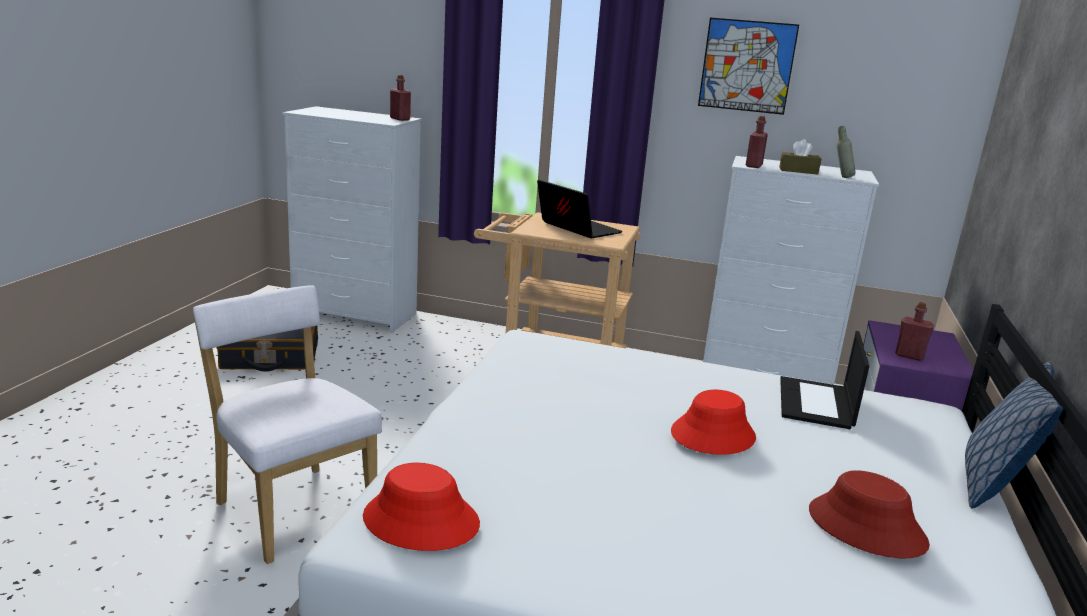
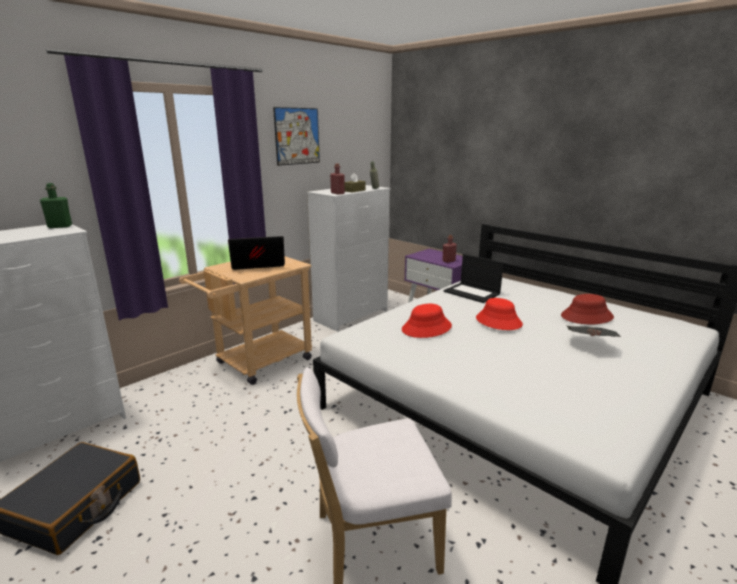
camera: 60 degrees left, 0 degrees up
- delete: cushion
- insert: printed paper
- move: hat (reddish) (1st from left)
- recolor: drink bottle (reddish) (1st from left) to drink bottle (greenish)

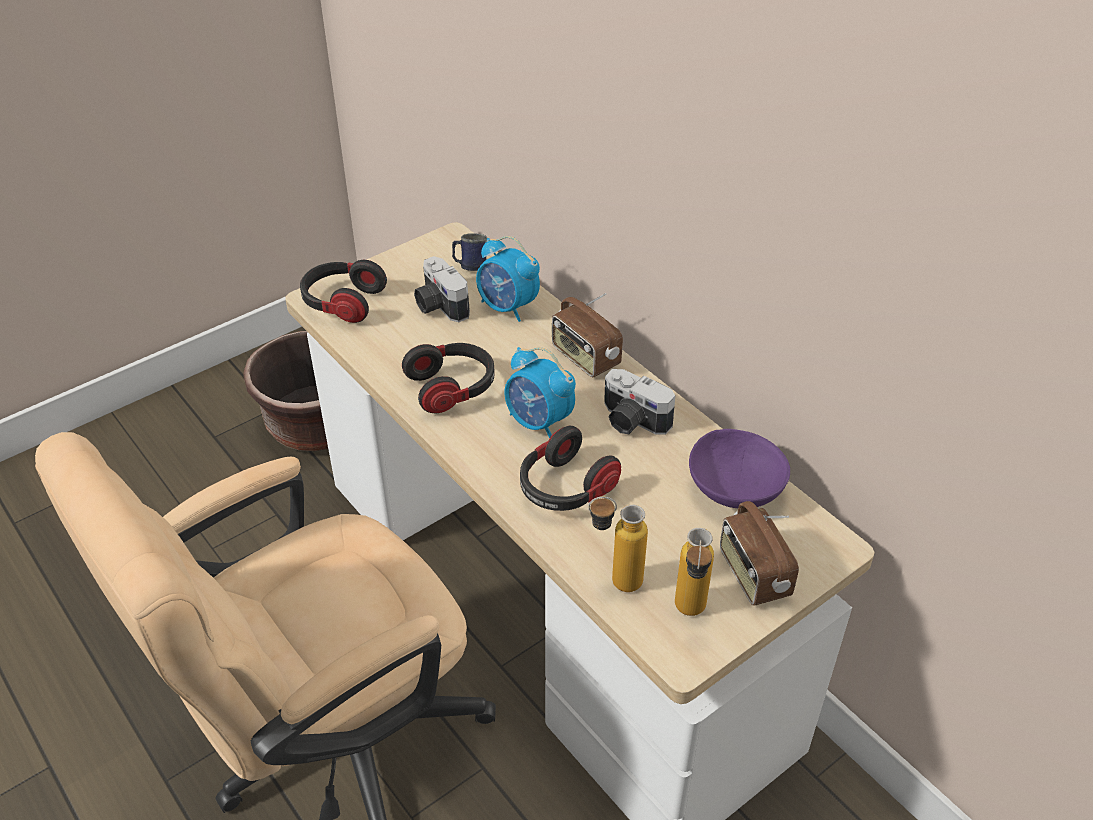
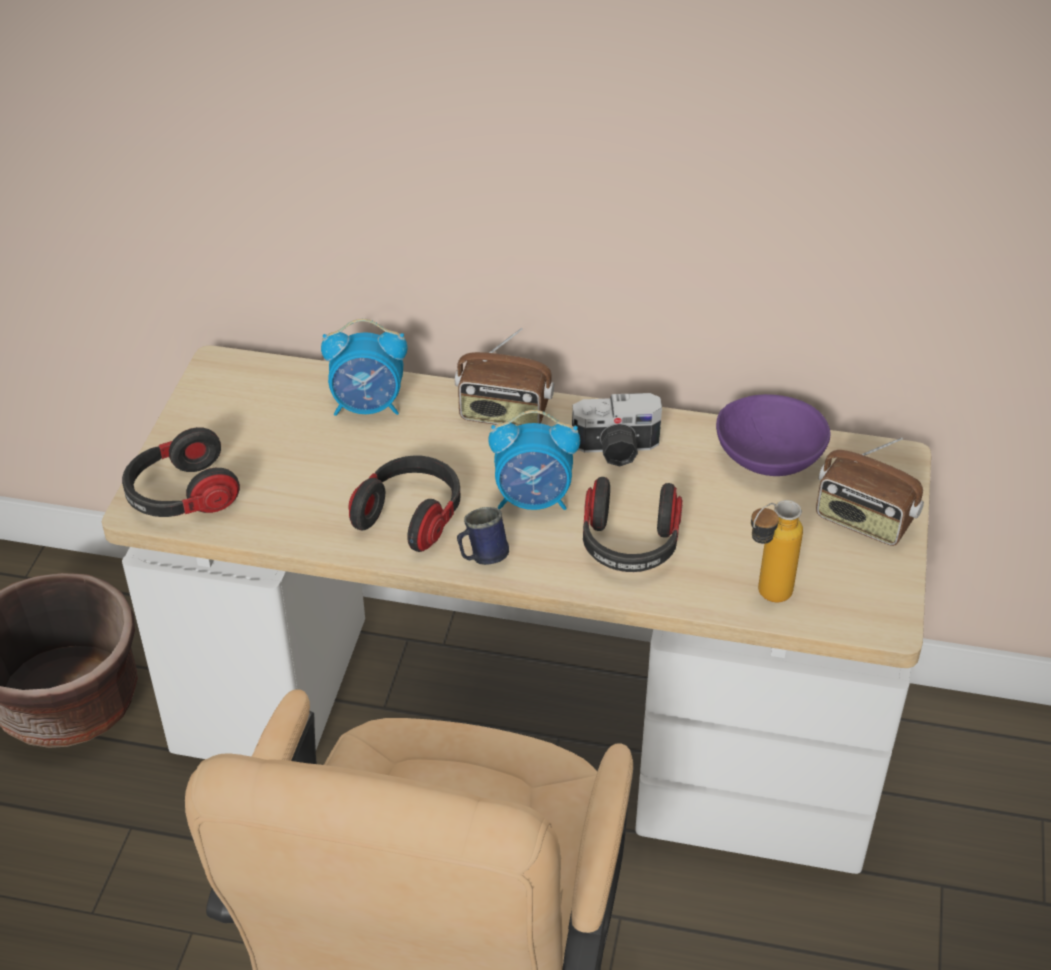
camera: 40 degrees left, 0 degrees up
- delete: still camera (1st from left)
- delete: drink bottle (2nd from left)
- move: tea mug (blue)

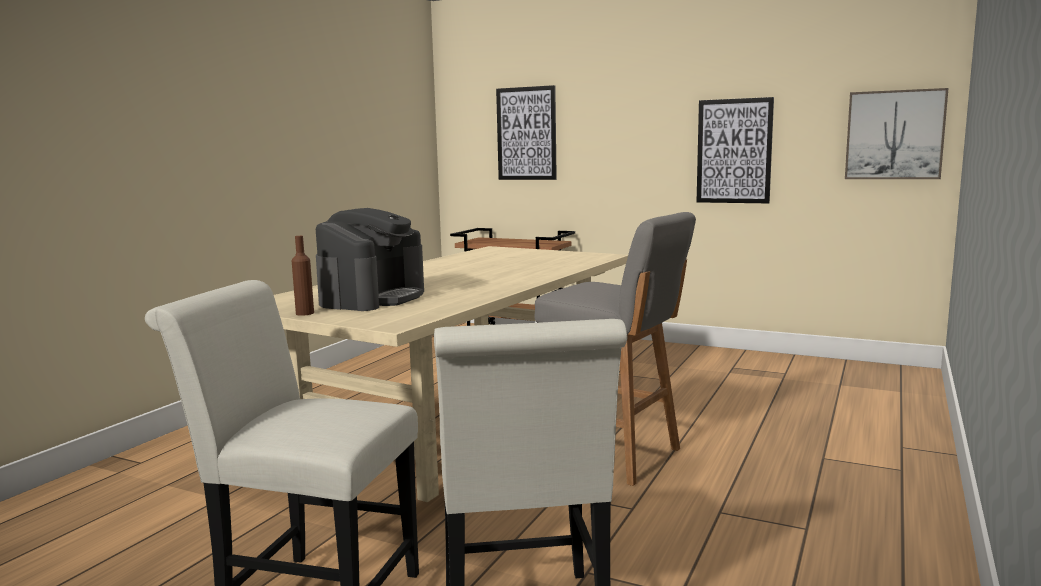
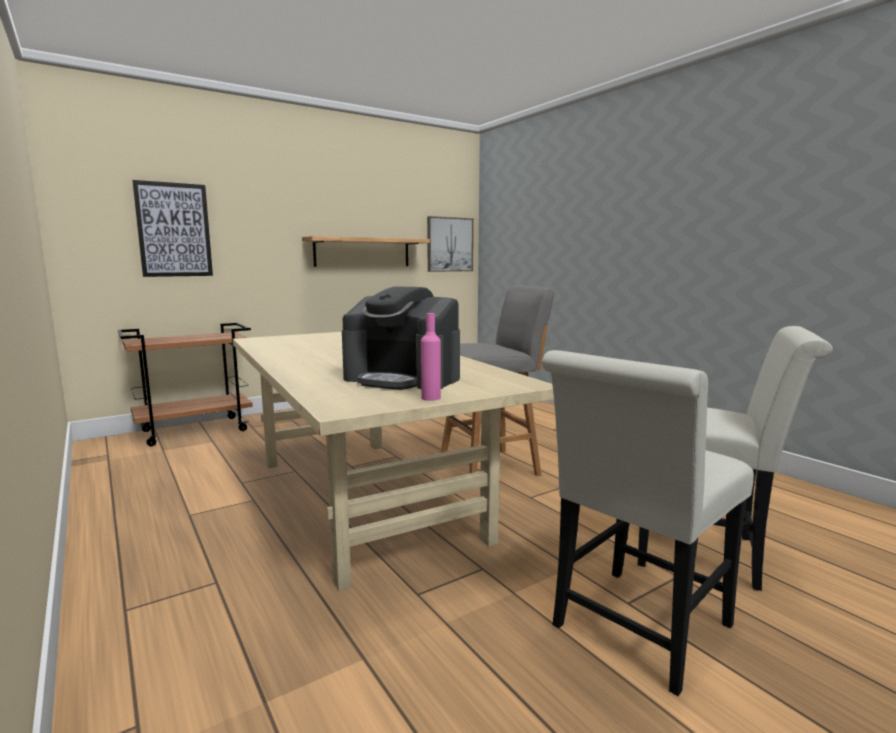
camera: 60 degrees left, 0 degrees up
- replace: wall art (2nd from left) to bracket shelf
- recolor: drink bottle (brownish) to drink bottle (pinkish)
- rotate: coffee brewer 150 degrees clockwise

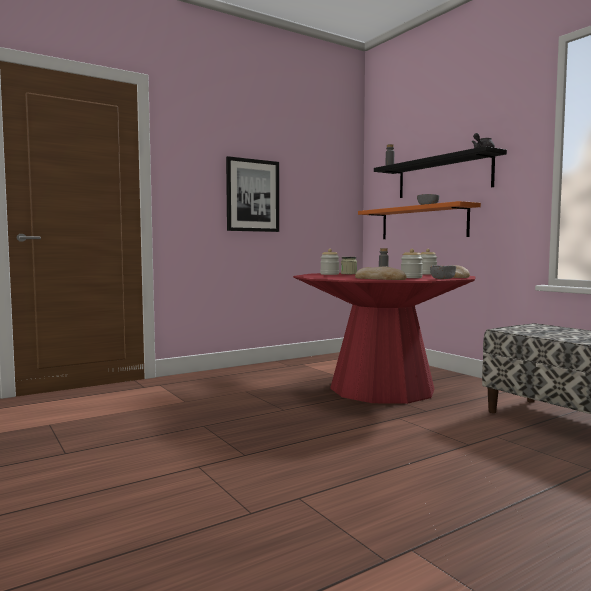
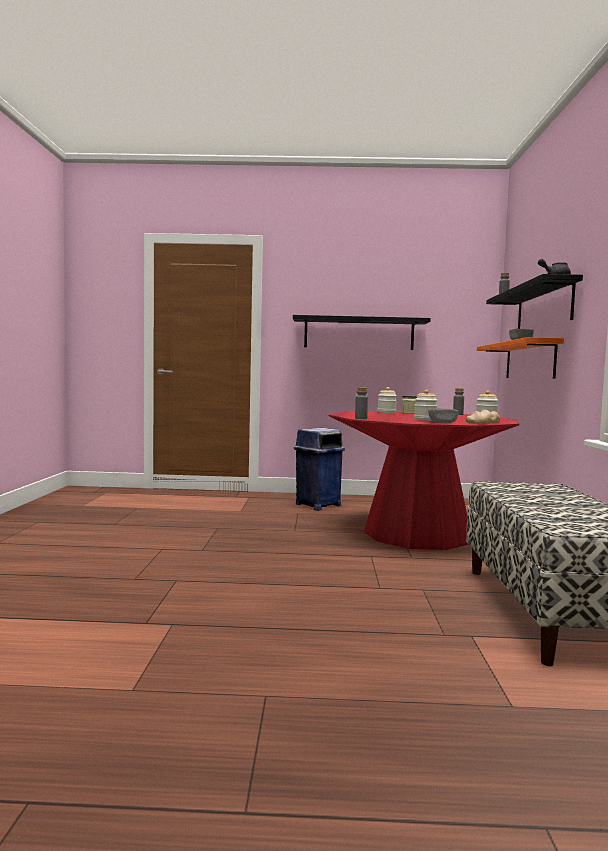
camera: 35 degrees right, 0 degrees up
- delete: bread (1st from left)
- insert: trash can (blue)
- insert: drink bottle (grey) (1st from left)
- replace: wall art to bracket shelf (blackish) (1st from left)

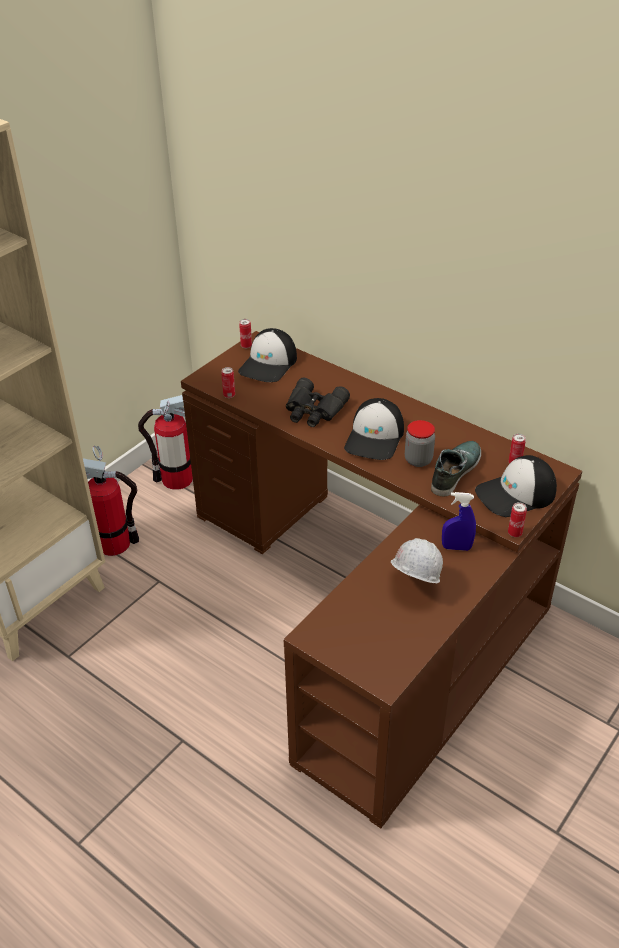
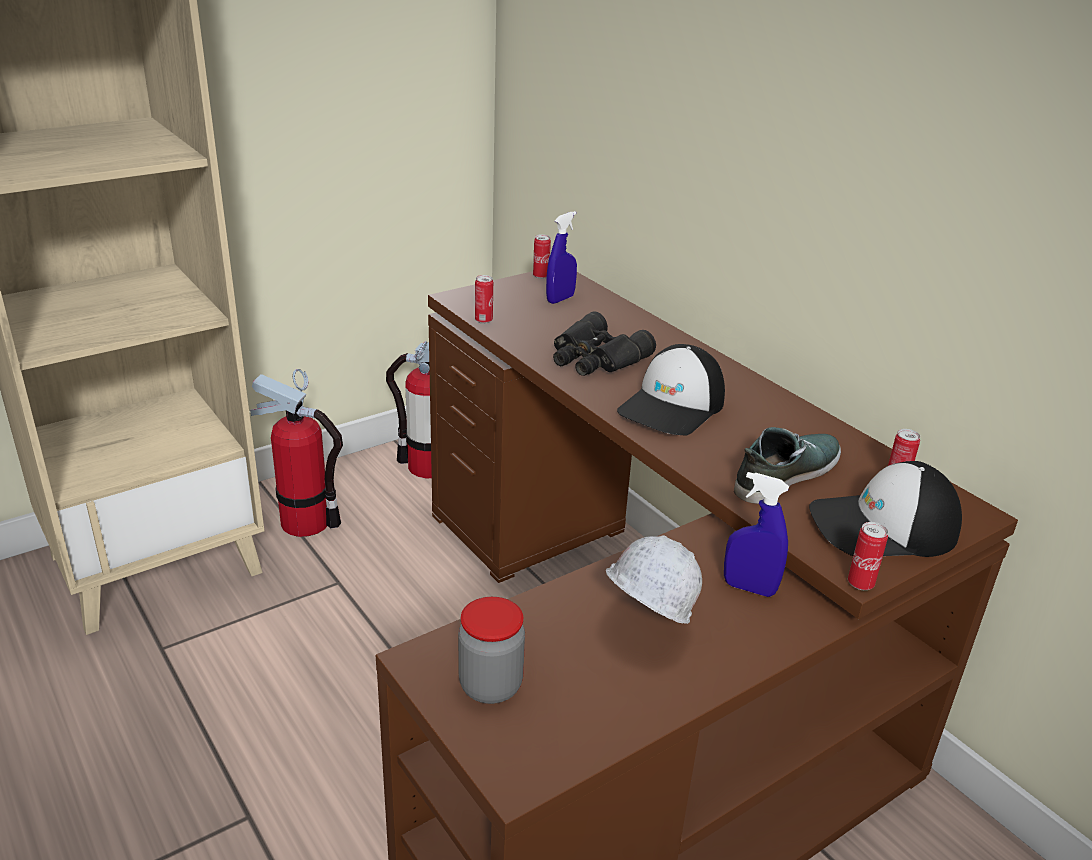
camera: 15 degrees right, 10 degrees down
- move: jar
- replace: peaked cap (1st from left) to hand sprayer (blue) (1st from left)

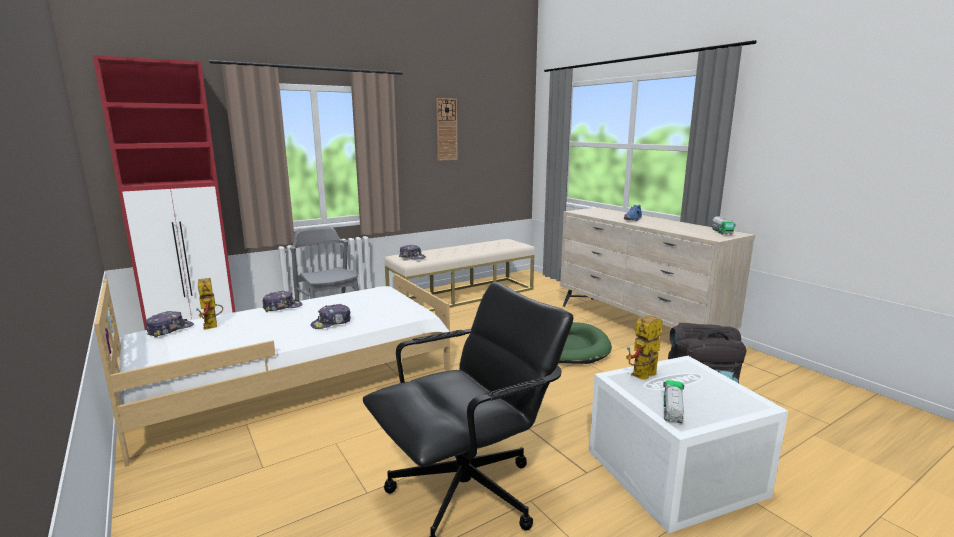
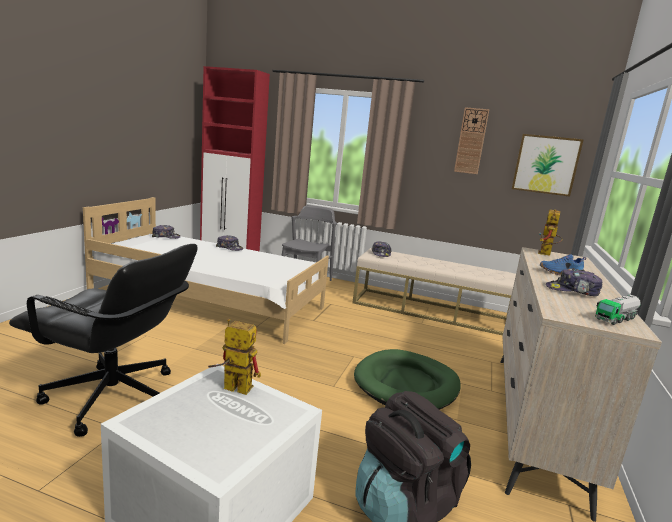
camera: 50 degrees right, 0 degrees up
- delete: toy truck (1st from left)
- insert: wall art
- move: model robot (1st from left in the first image) to model robot (2nd from left)
- move: peaked cap (3rd from left in the first image) to peaked cap (4th from left)

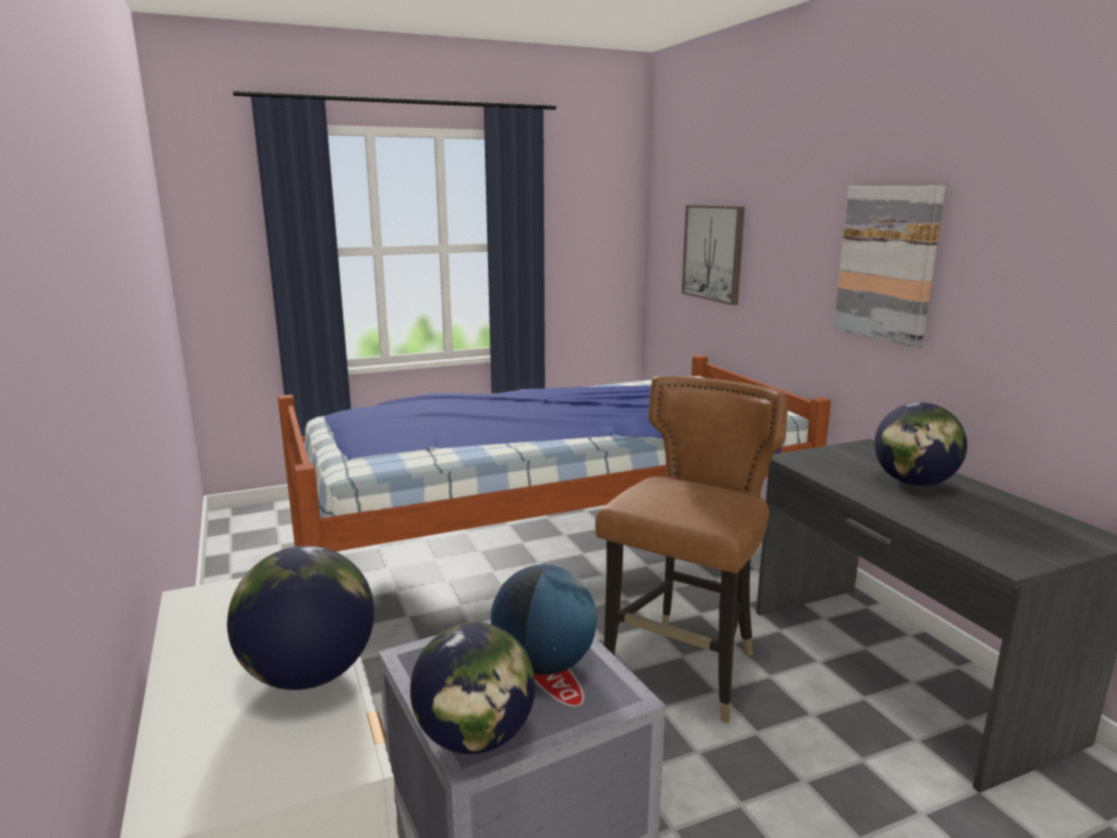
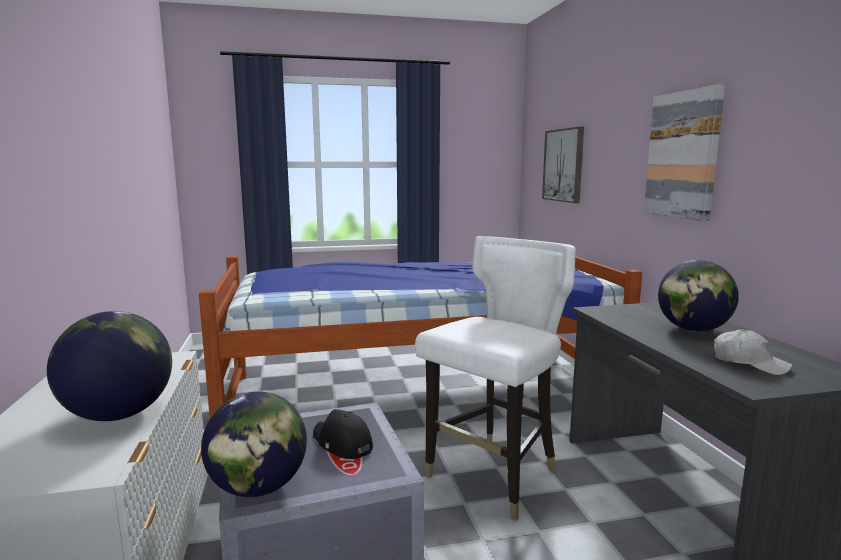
camera: 10 degrees right, 5 degrees down
- insert: peaked cap (white)
- replace: desk globe (3rd from left) to peaked cap (blackish)
- recolor: chair (brownish) to chair (white)

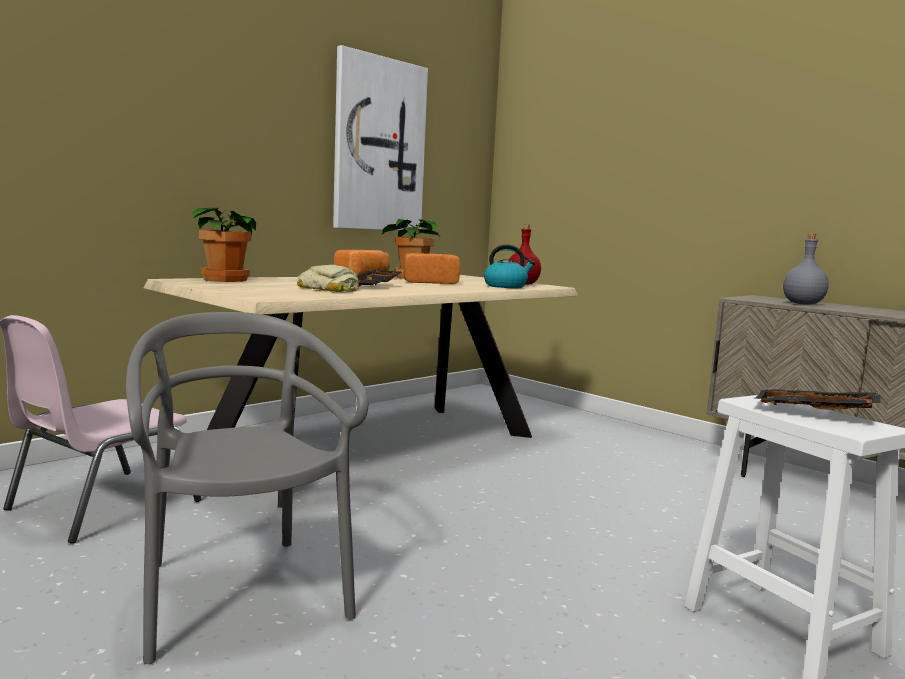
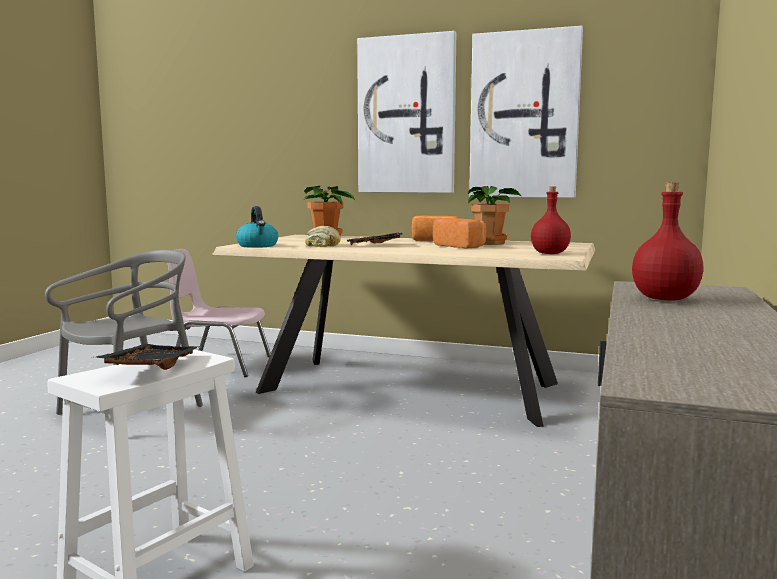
camera: 65 degrees right, 0 degrees up
- insert: wall art (1st from left)
- move: water kettle
- recolor: drink bottle (grey) to drink bottle (reddish) (2nd from left)

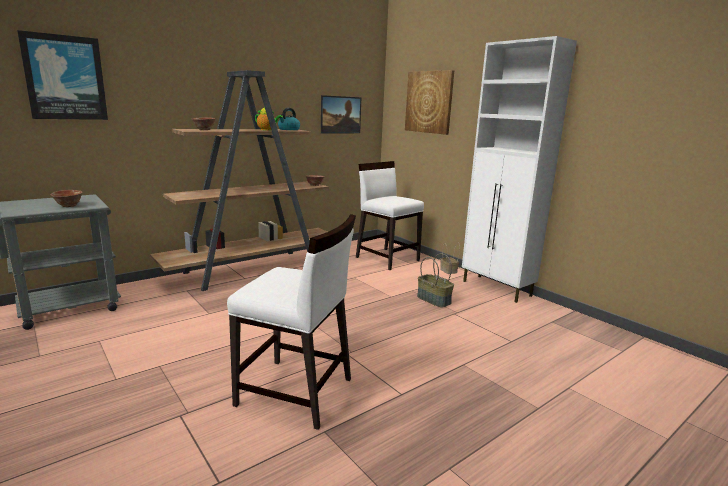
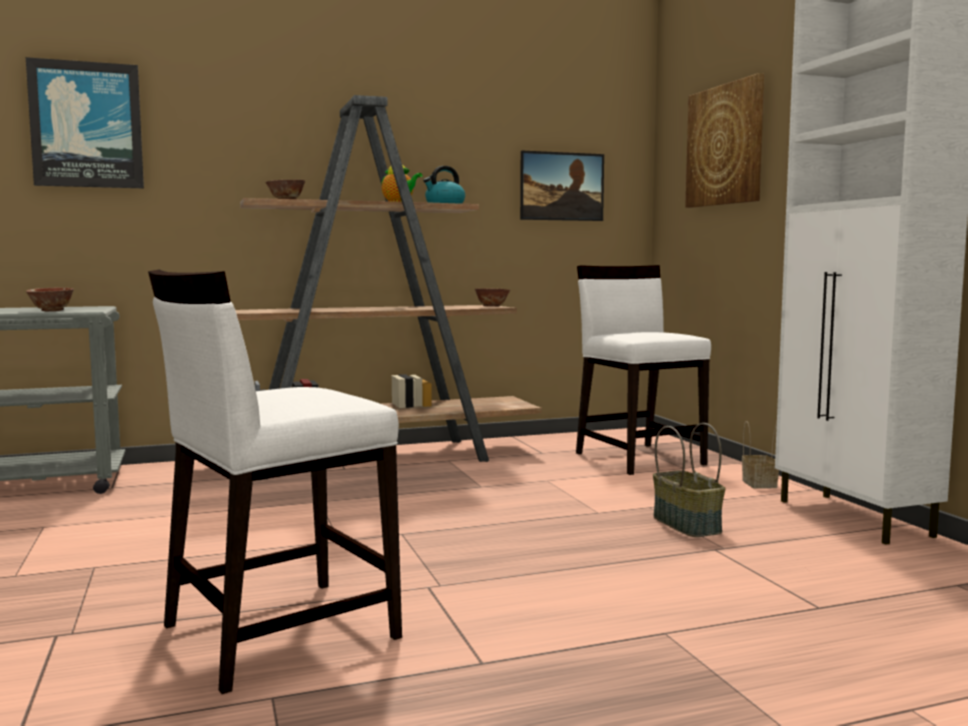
camera: 20 degrees right, 10 degrees down
- rotate: chair (white) (1st from left) 105 degrees clockwise

